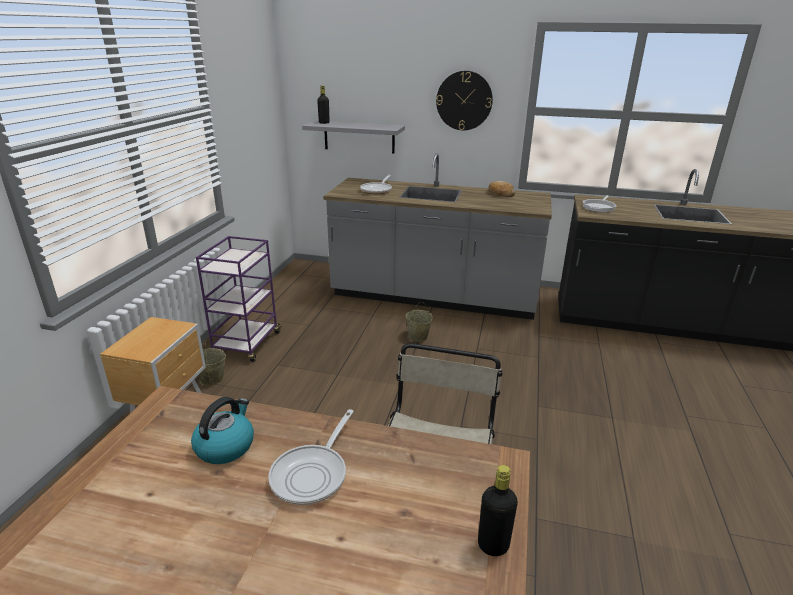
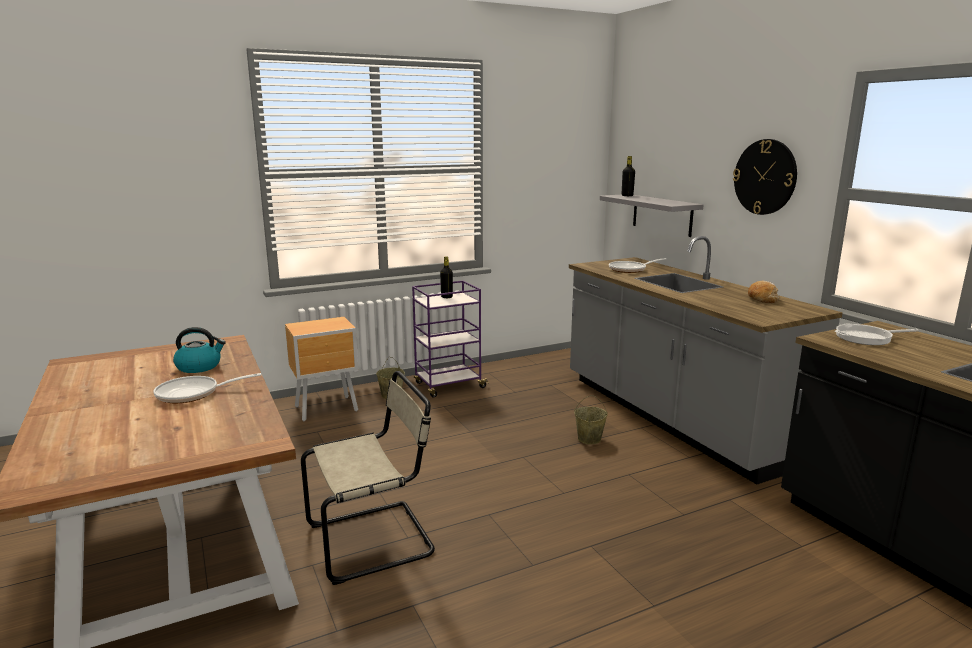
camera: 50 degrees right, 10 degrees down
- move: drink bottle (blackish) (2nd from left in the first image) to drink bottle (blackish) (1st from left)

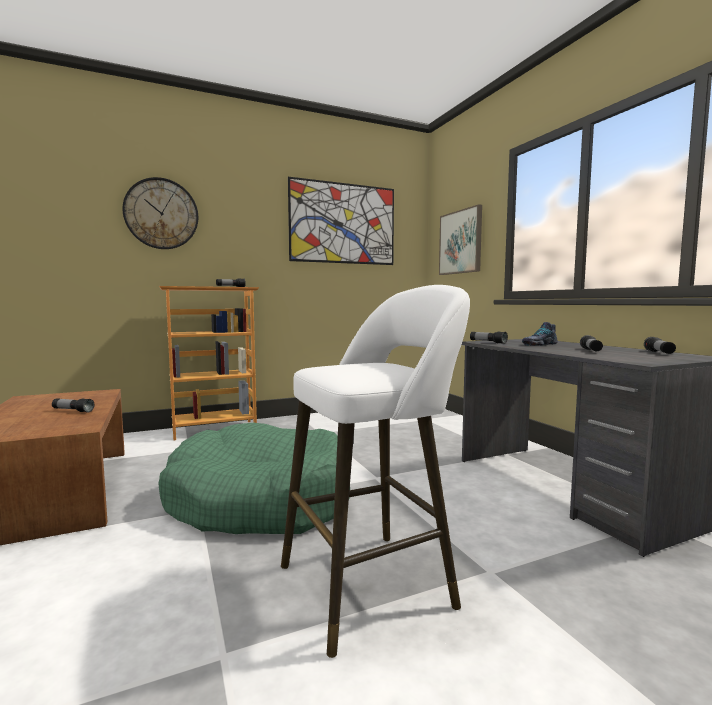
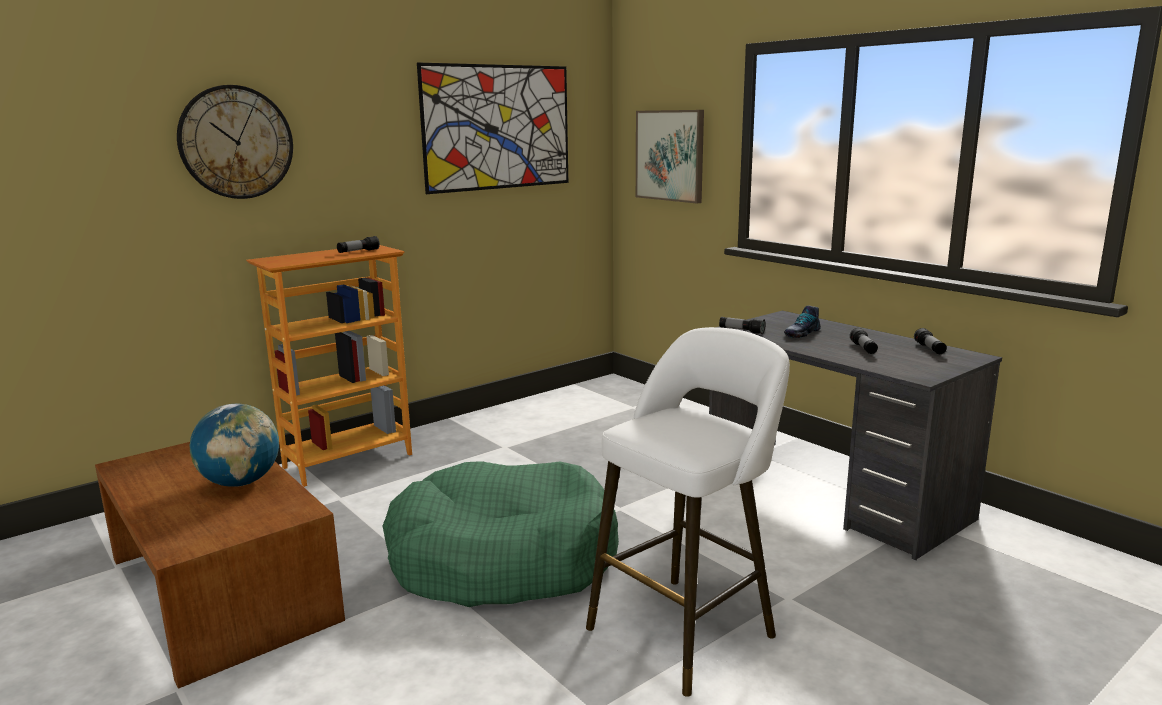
camera: 15 degrees left, 10 degrees up
- replace: flashlight (1st from left) to desk globe

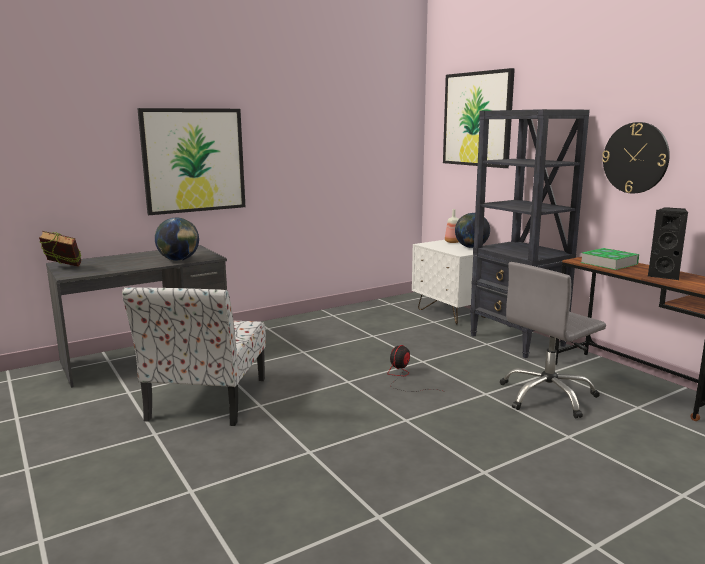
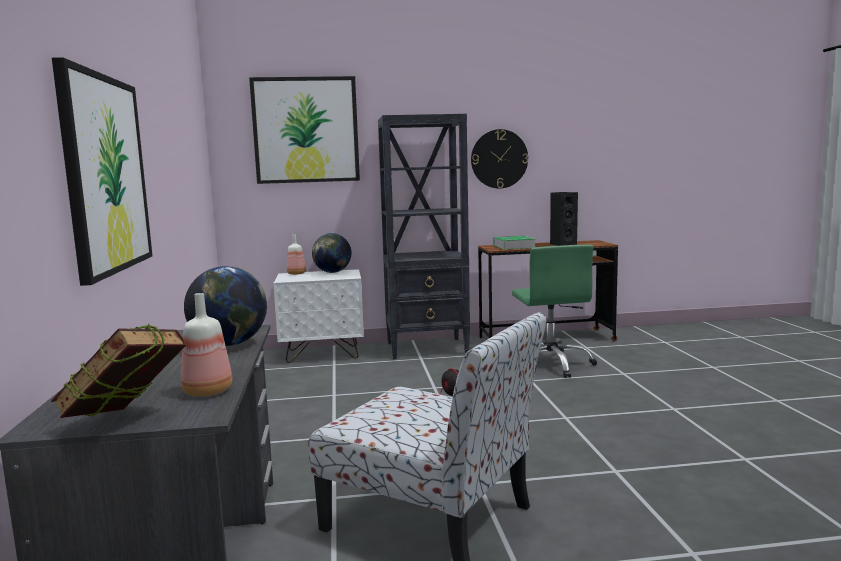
camera: 65 degrees left, 5 degrees down
- insert: drink bottle (1st from left)
- recolor: desk chair (grey) to desk chair (greenish)

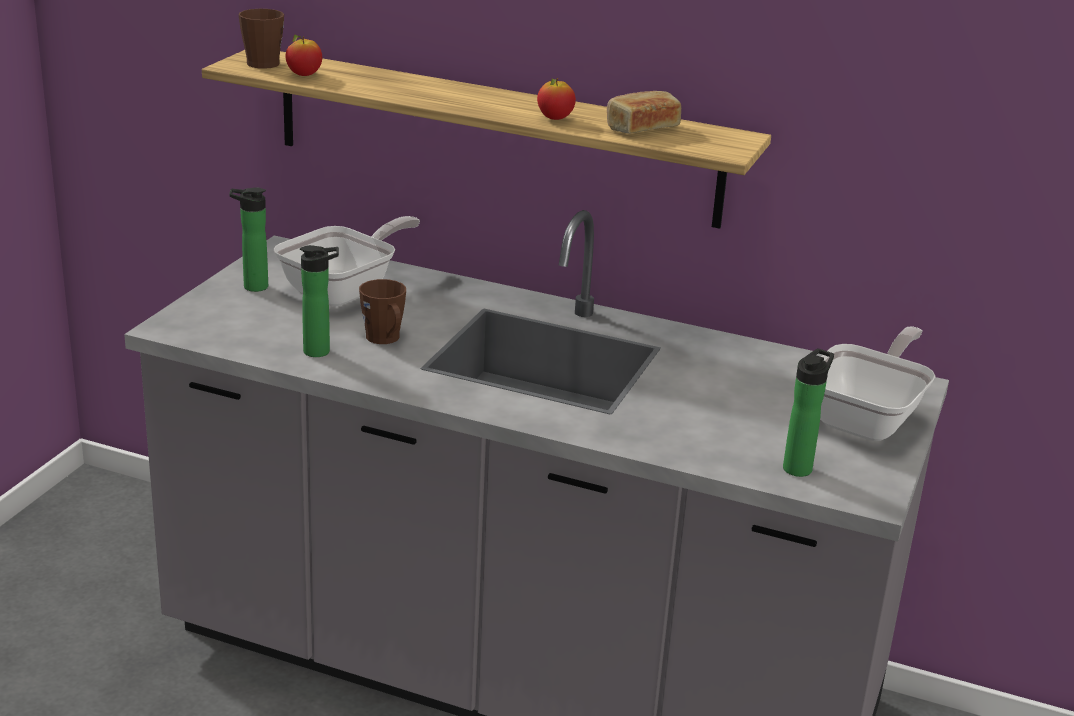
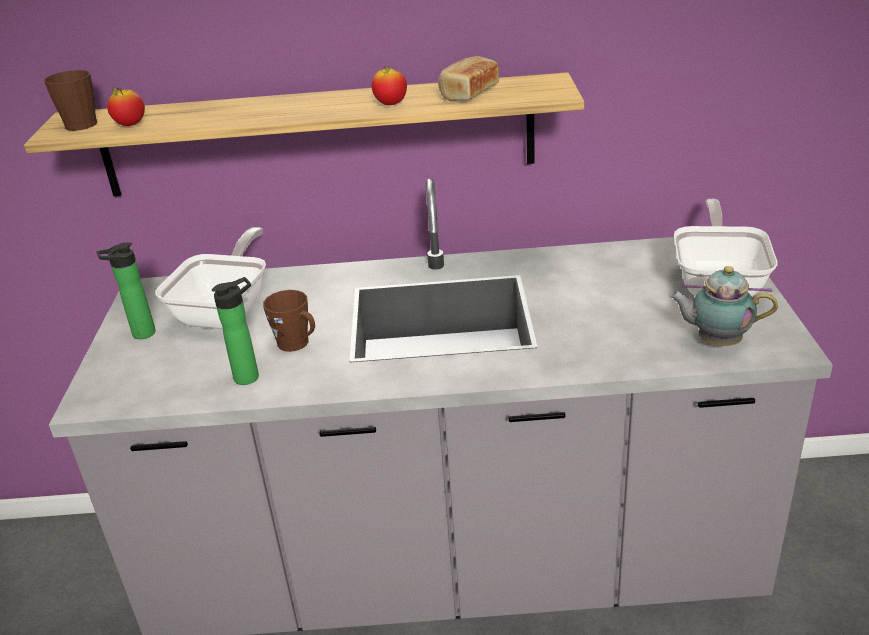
camera: 20 degrees left, 5 degrees up
- replace: drink bottle (3rd from left) to tea pot

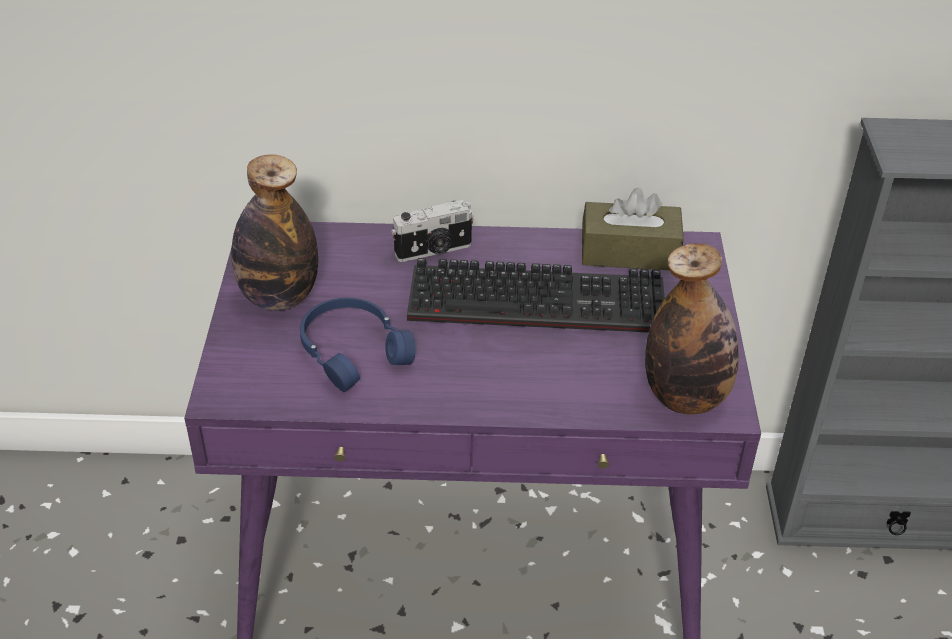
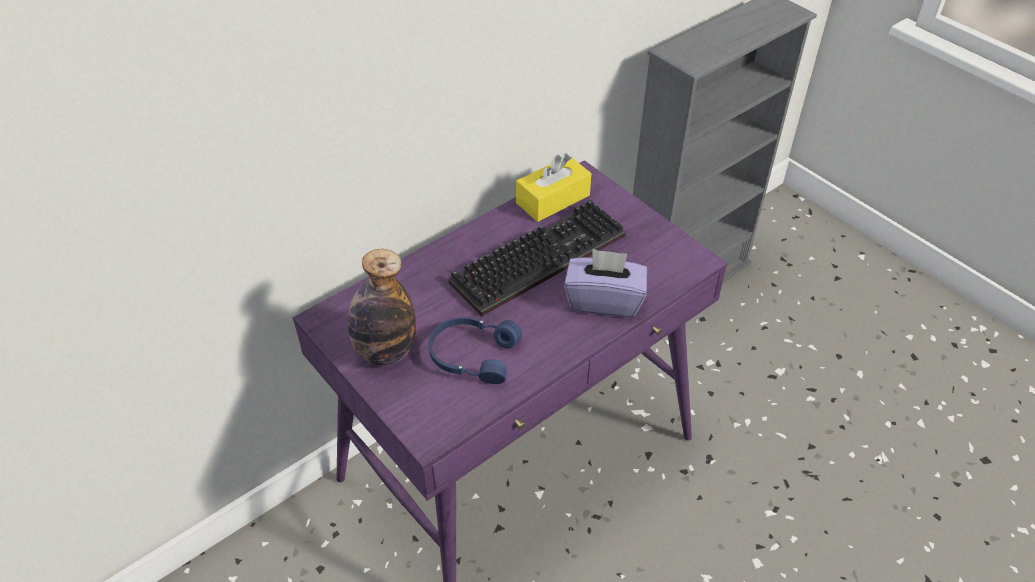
camera: 40 degrees left, 5 degrees up
- delete: still camera
- delete: drink bottle (2nd from left)
- insert: tissue holder (purple-coloured)
- recolor: tissue holder (brownish) to tissue holder (yellow-coloured)

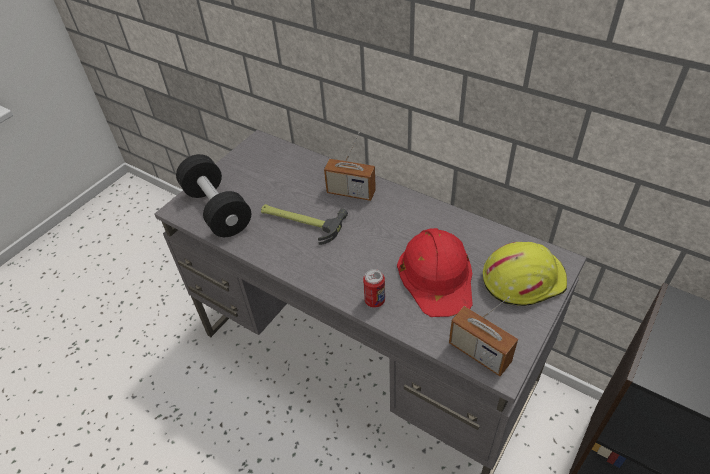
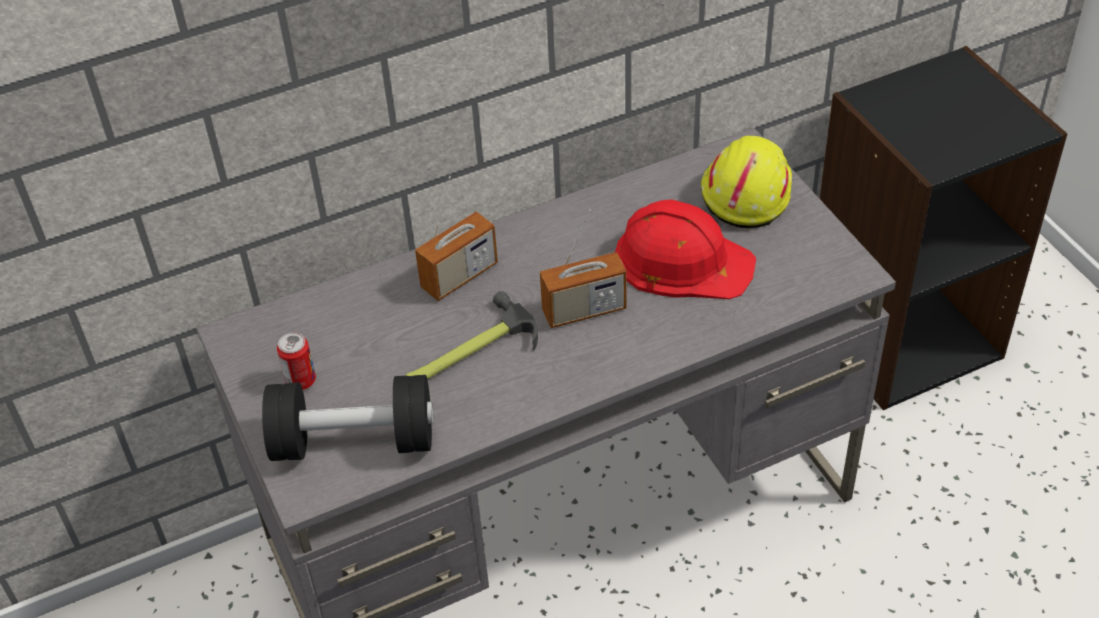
camera: 60 degrees left, 0 degrees up
- move: can
- move: radio receiver (2nd from left)

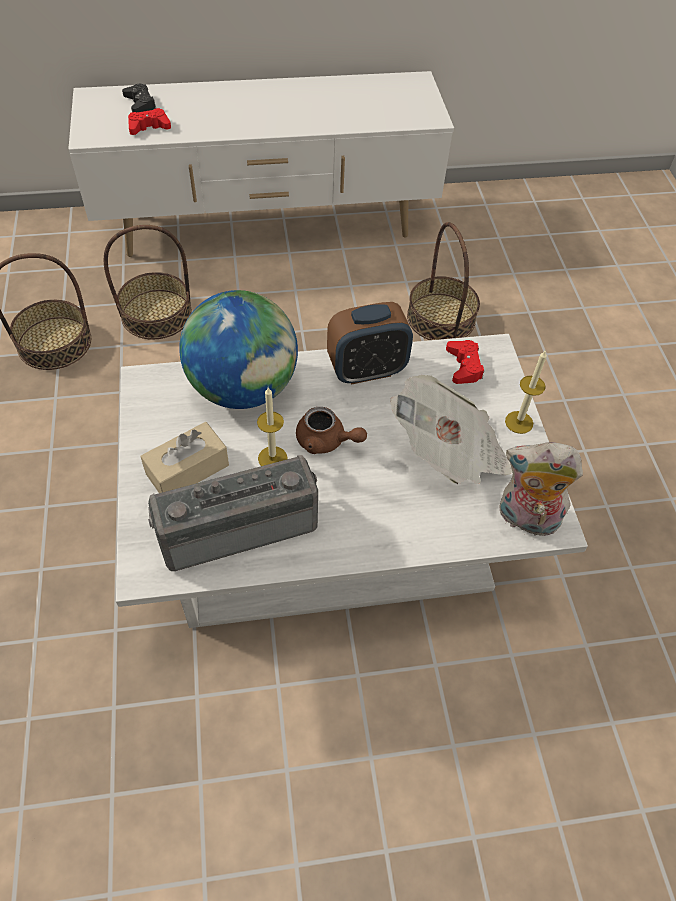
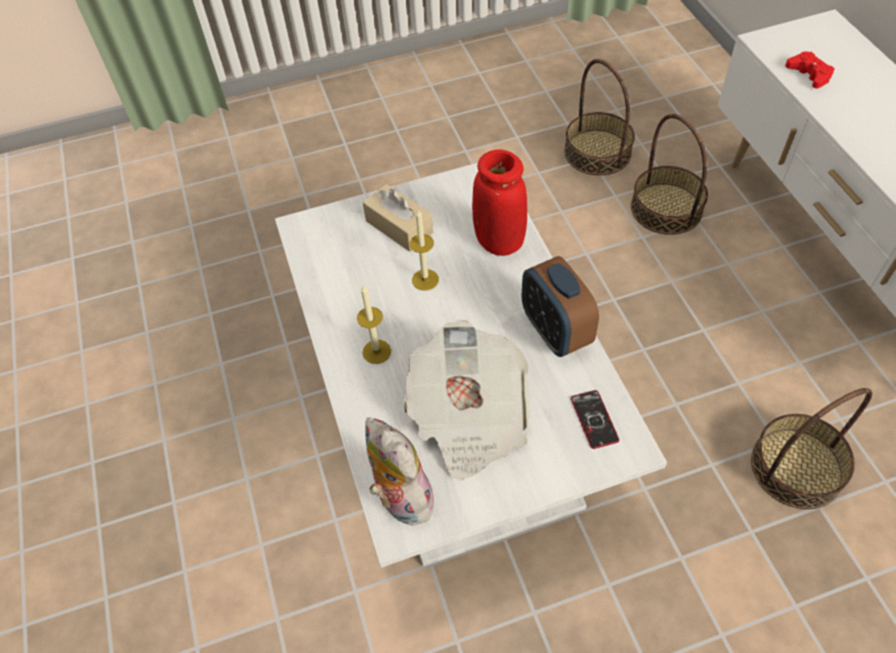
camera: 85 degrees right, 0 degrees up
- delete: joypad (blackish)
- delete: radio receiver
- delete: tea pot (brownish)
- move: wax light (2nd from left in the first image) to wax light (1st from left)
- replace: desk globe to decorative vase (reddish)
- replace: joypad (reddish) (2nd from left) to phone
- rotate: cuddly toy 45 degrees counterclockwise

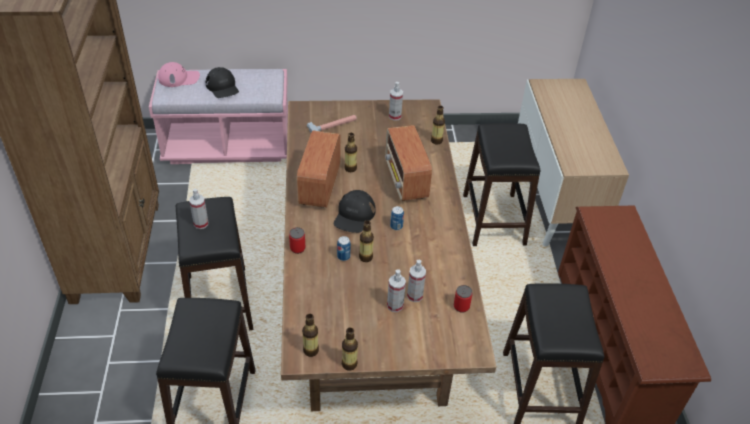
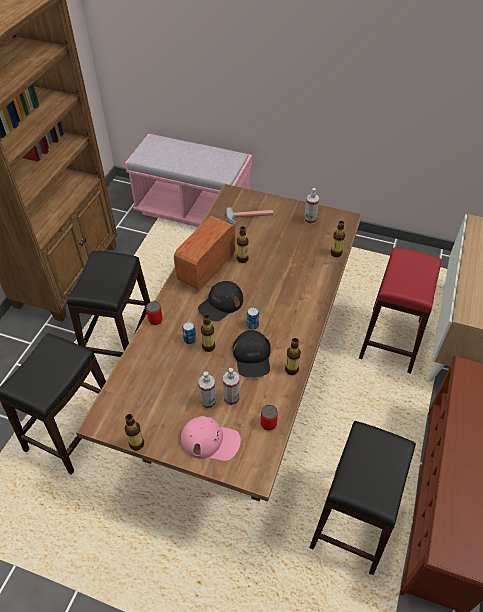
camera: 25 degrees right, 5 degrees up
- delete: hand sprayer (1st from left)
- delete: radio receiver (2nd from left)
- move: peaked cap (pinkish)
- move: peaked cap (blackish) (1st from left in the first image) to peaked cap (blackish) (2nd from left)
- move: drink bottle (1st from left in the first image) to drink bottle (4th from left)
- recolor: stool seat (blackish) (3rd from left) to stool seat (reddish)

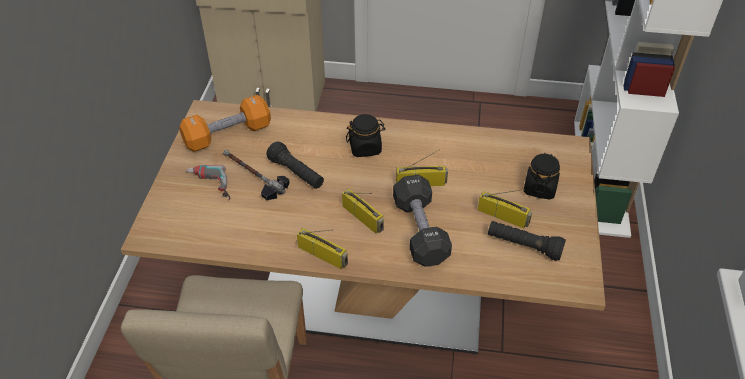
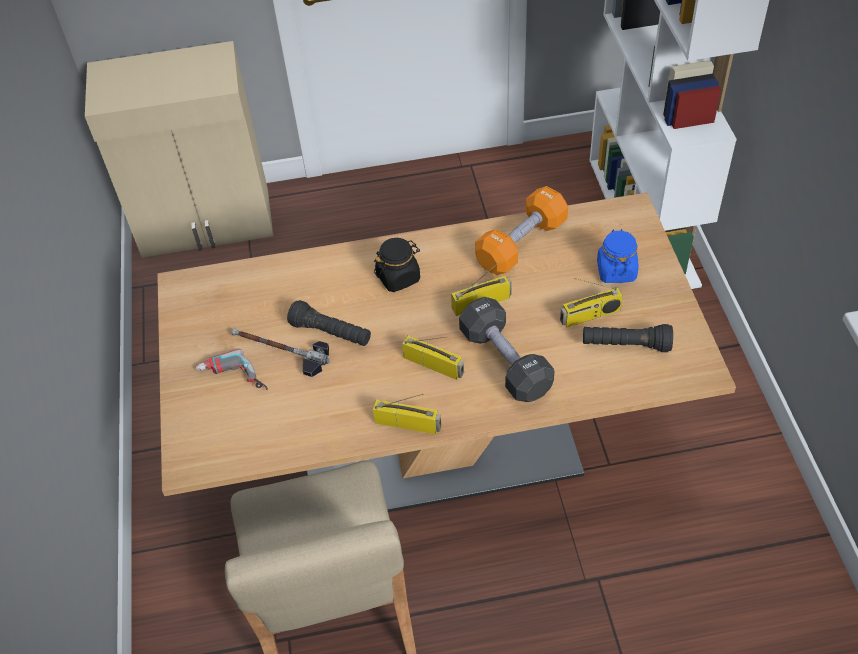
camera: 15 degrees left, 5 degrees up
- move: dumbbell (orange)
- recolor: jar (blackish) (2nd from left) to jar (blue)
- rotate: radio receiver (4th from left) 150 degrees clockwise

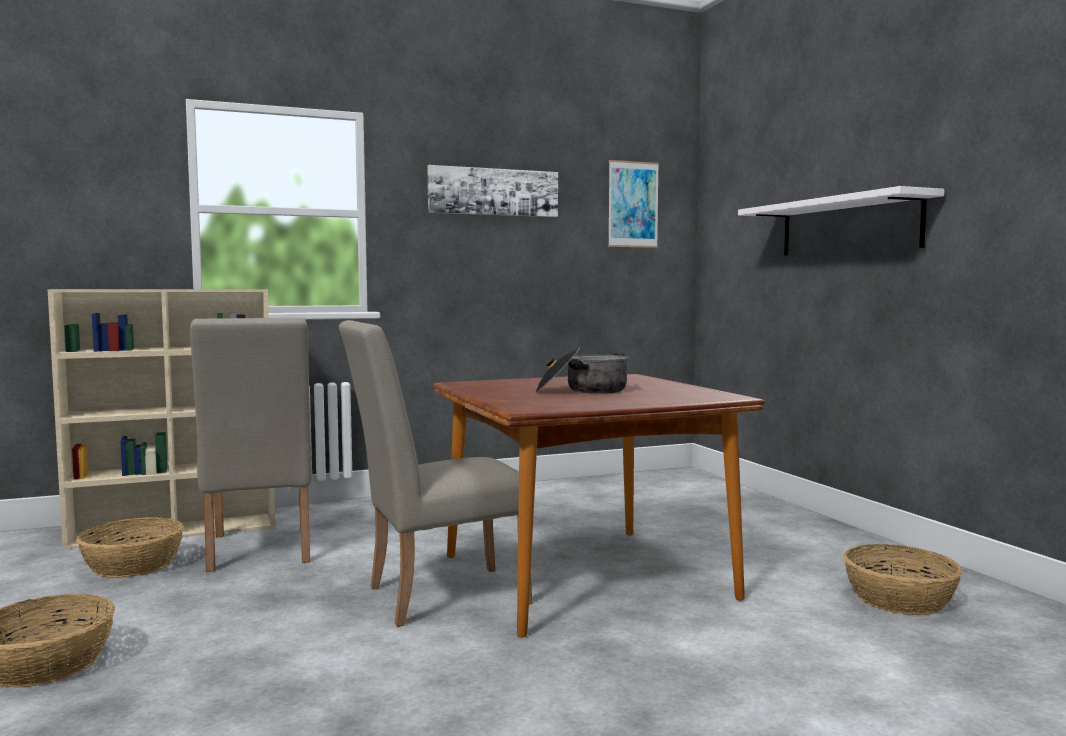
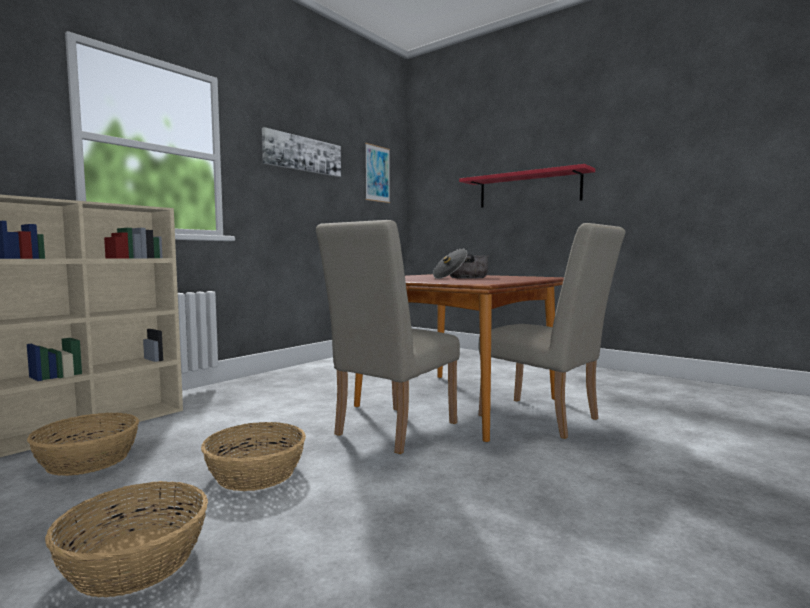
camera: 30 degrees left, 0 degrees up
- move: chair (sand-coloured) (1st from left in the first image) to chair (sand-coloured) (2nd from left)
- move: basket (3rd from left)
- recolor: bracket shelf (white) to bracket shelf (reddish)

